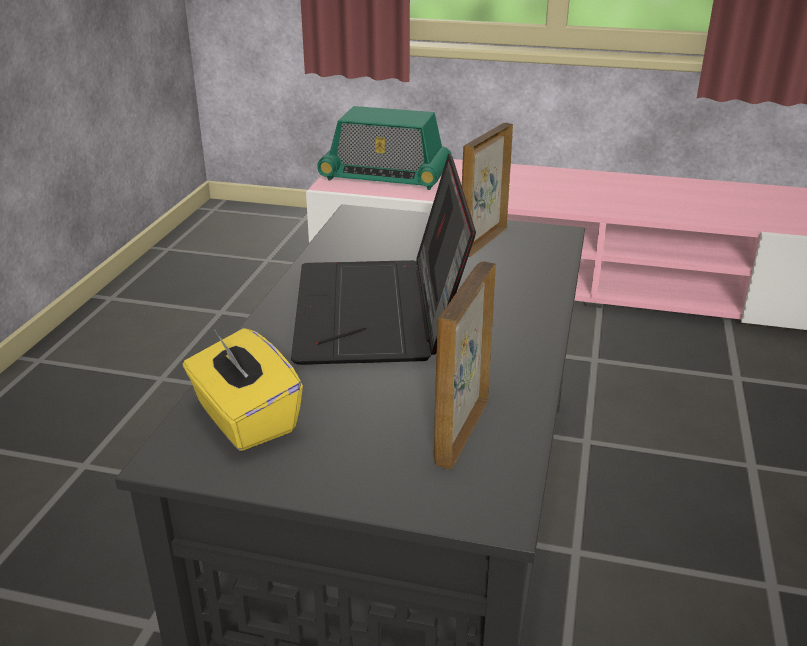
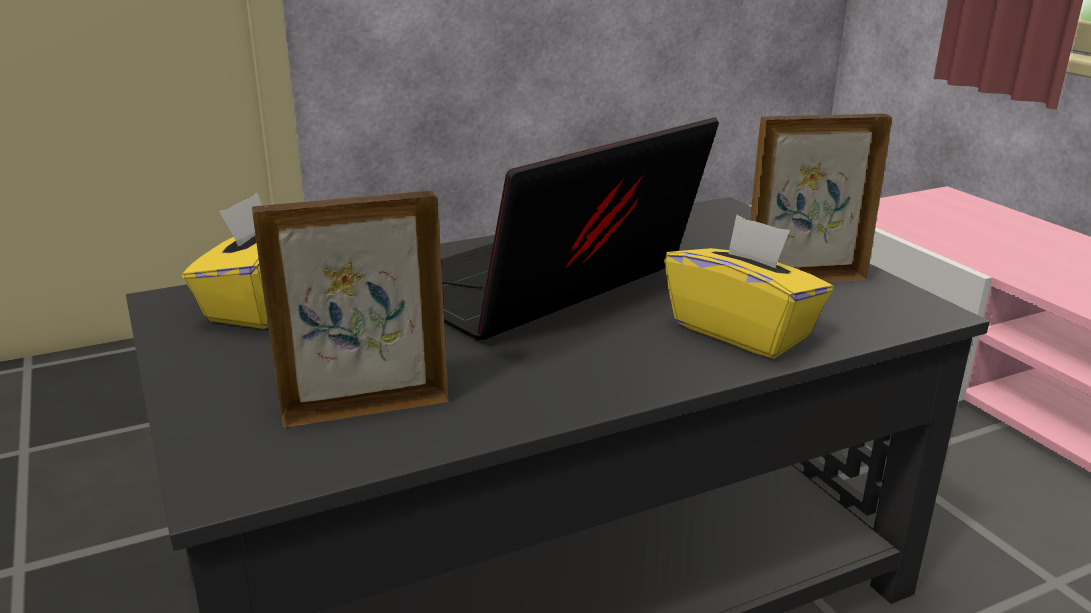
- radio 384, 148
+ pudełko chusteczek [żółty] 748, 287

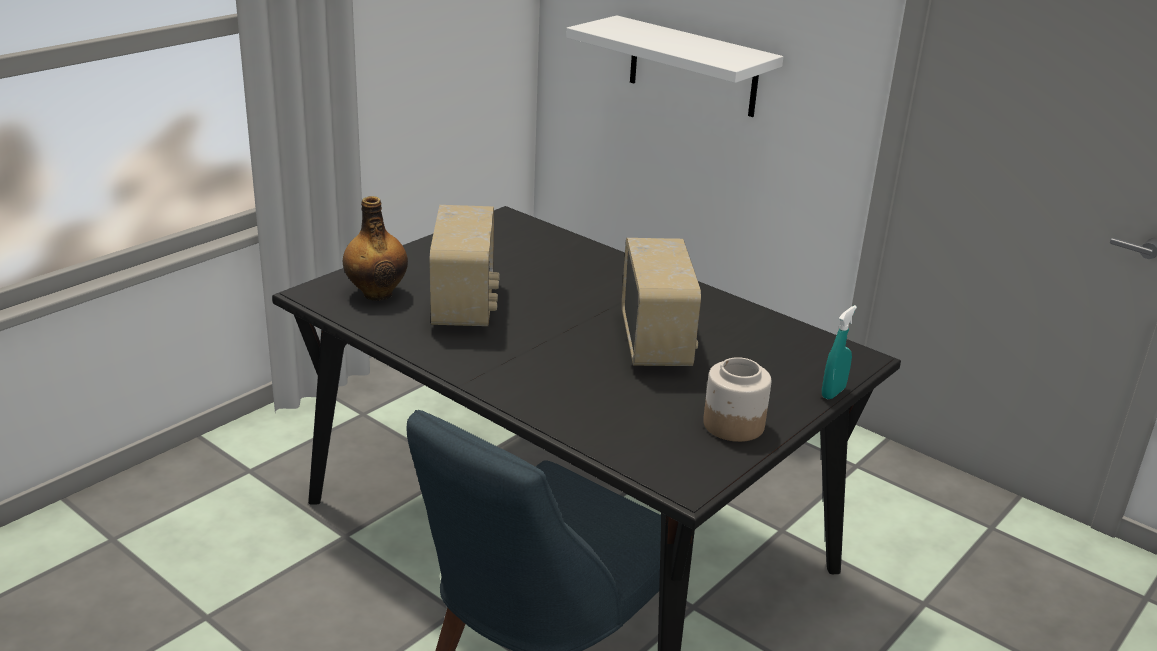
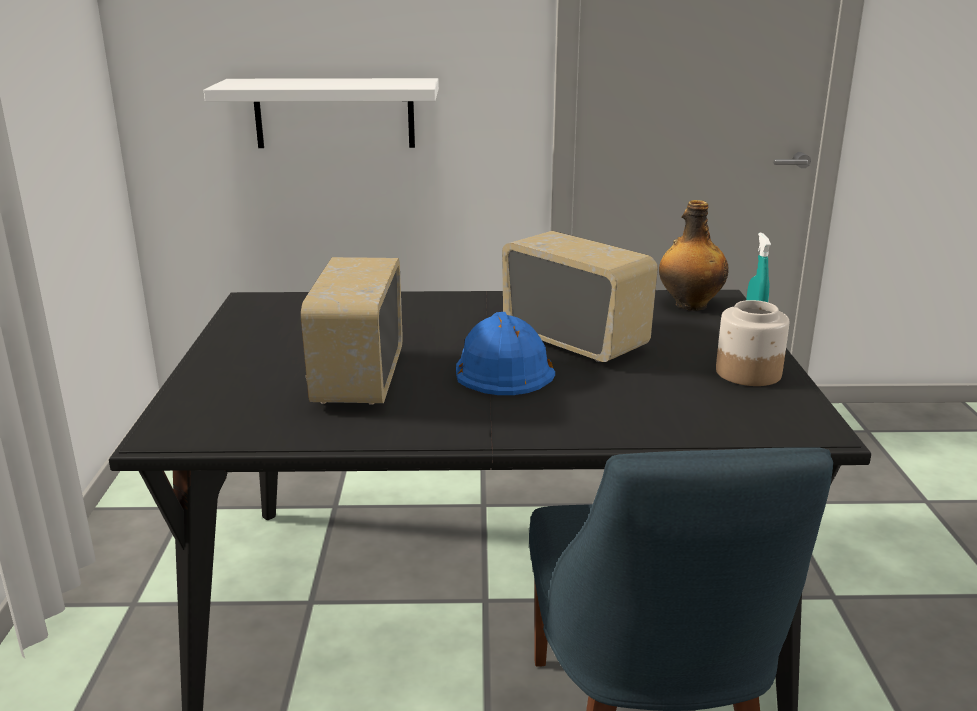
~ butelka 375, 248 to 694, 255
~ radio 464, 265 = 352, 331 135 degrees counterclockwise
+ kask [niebieski] 505, 353

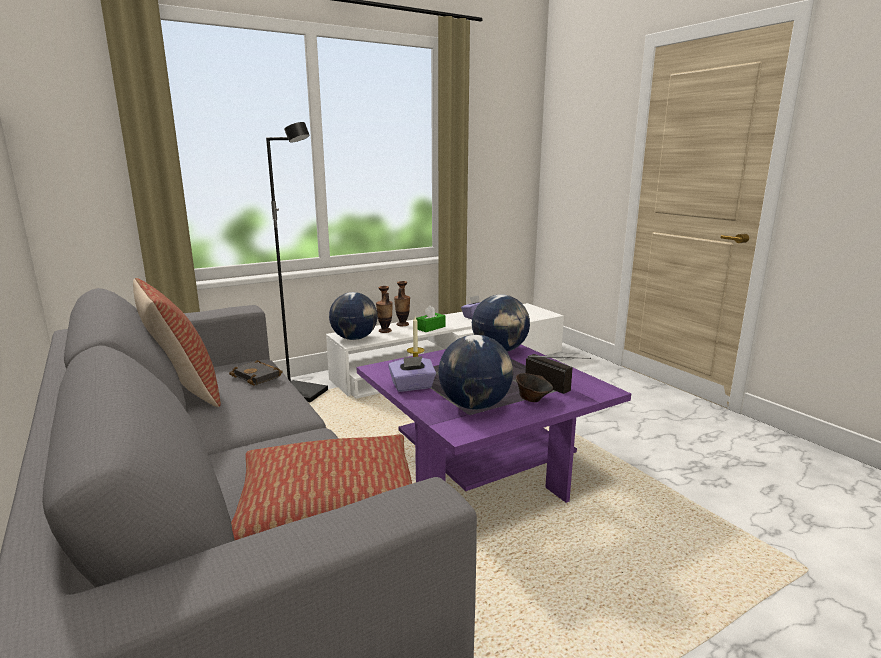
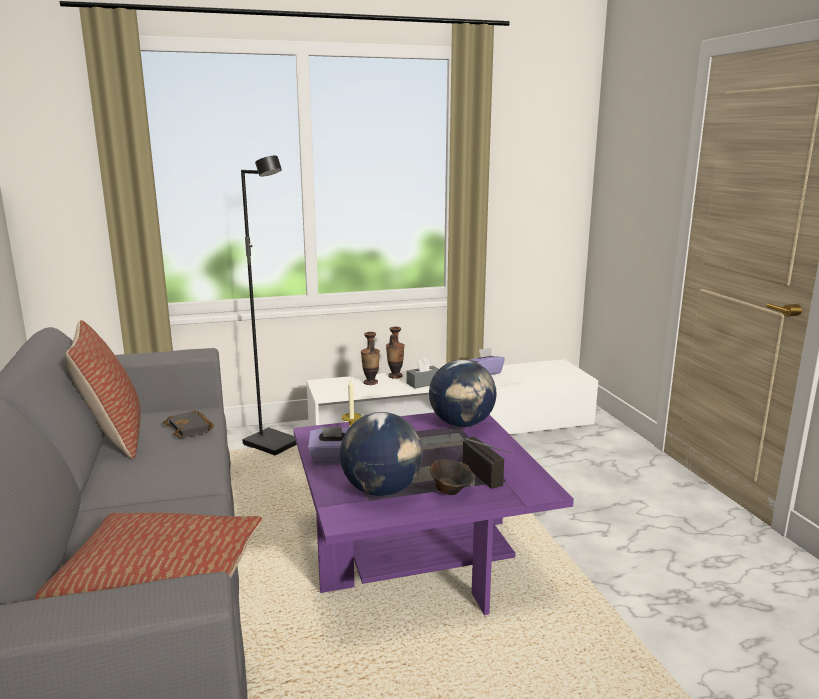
- globus 353, 316
~ pudełko chusteczek [zielony] 431, 318 to pudełko chusteczek [szary] 422, 373

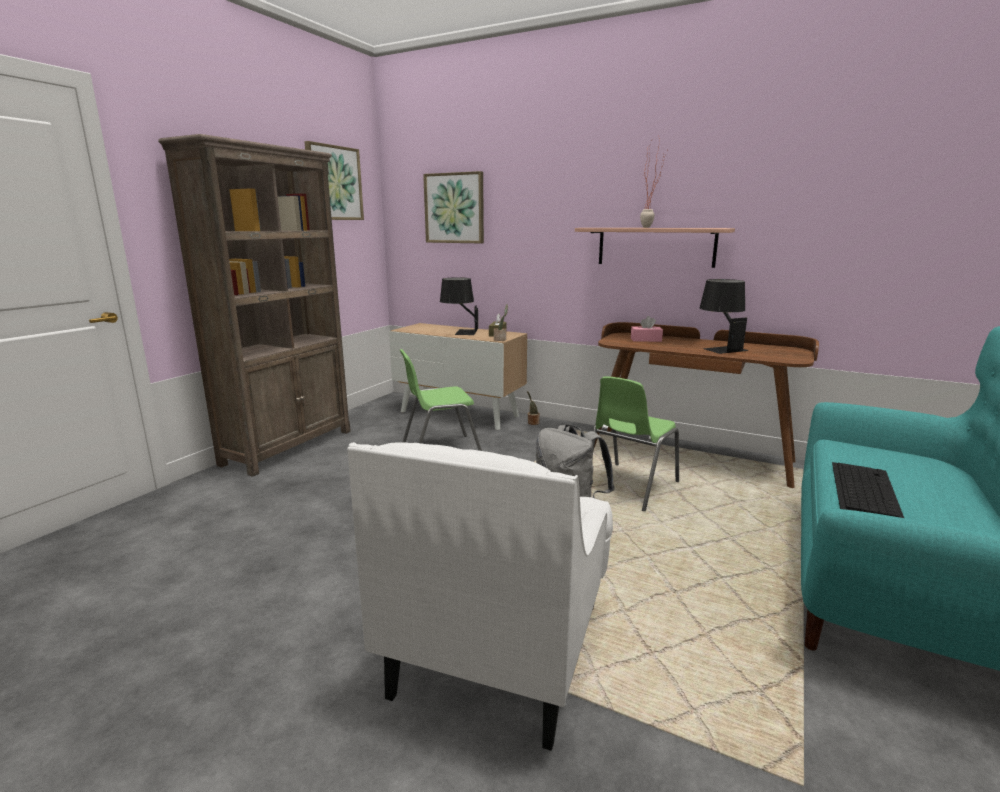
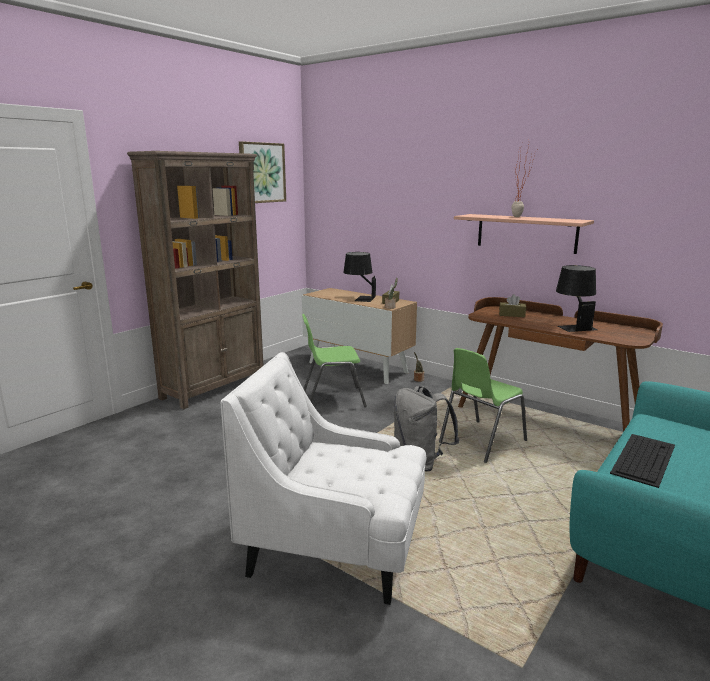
- obraz 453, 207
~ pudełko chusteczek [różowy] 647, 329 to pudełko chusteczek [brązowy] 512, 305
~ fotel [biały] 480, 596 = 323, 478 75 degrees clockwise

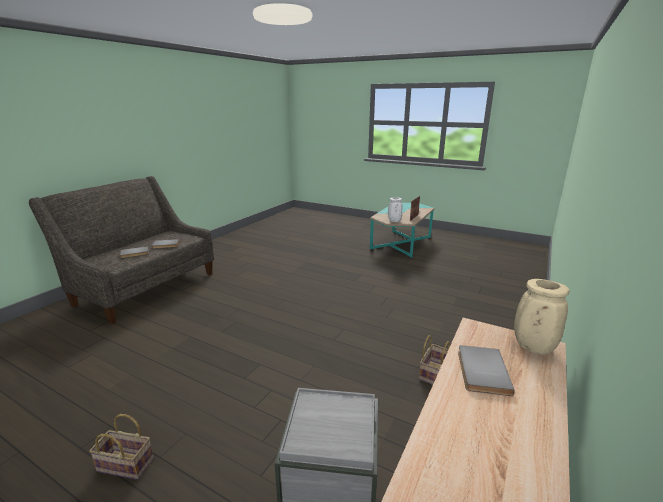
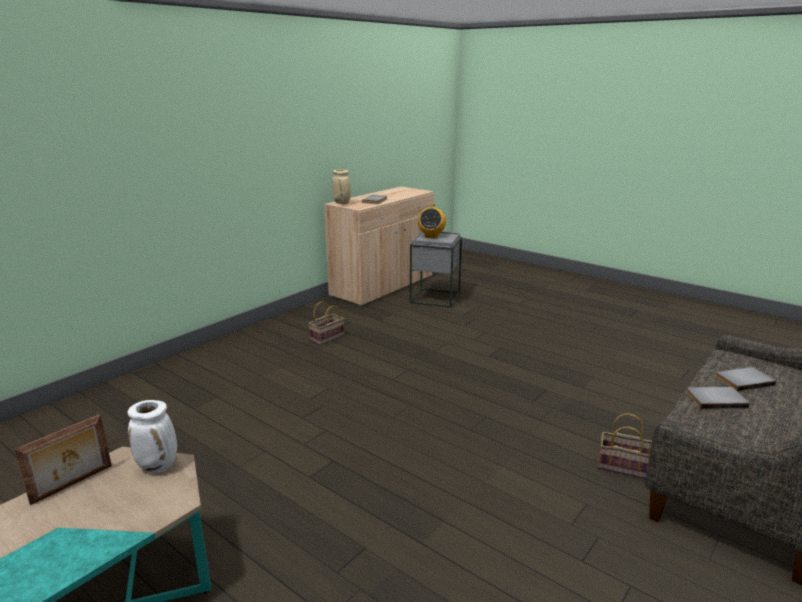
~ koszyk 121, 447 to 625, 446
+ radio 432, 221

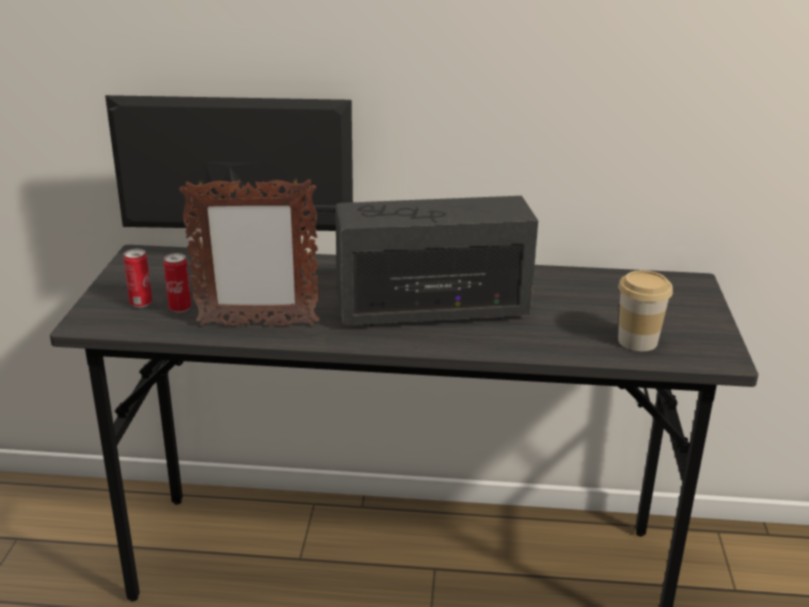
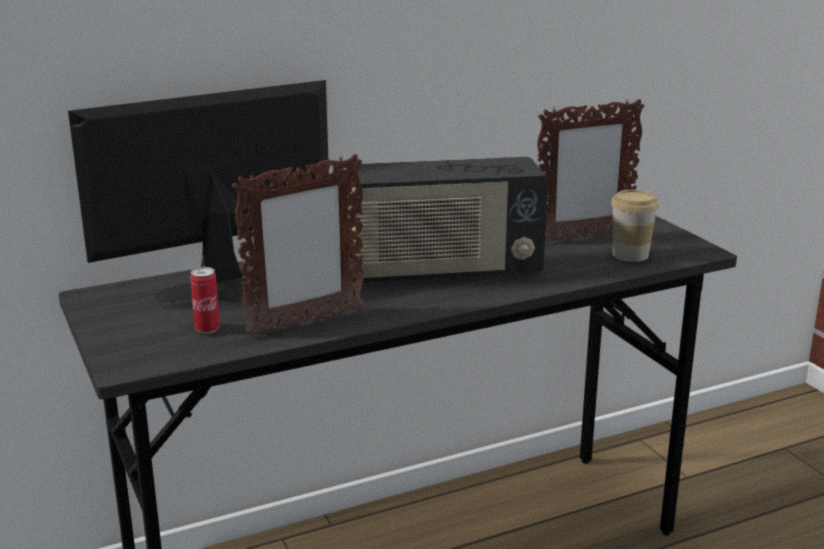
~ radio 436, 261 = 449, 221 150 degrees counterclockwise
- puszka 137, 278
+ ramka na zdjęcie 591, 170

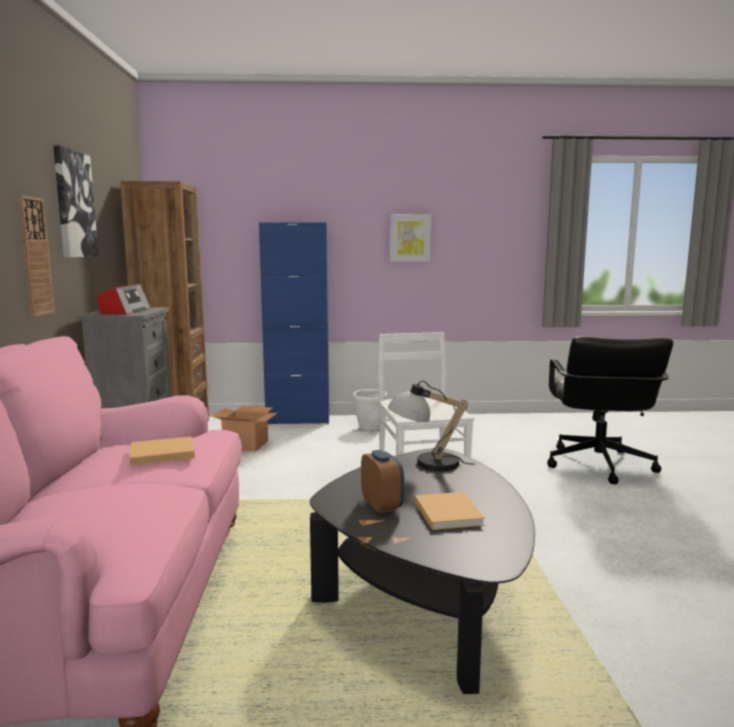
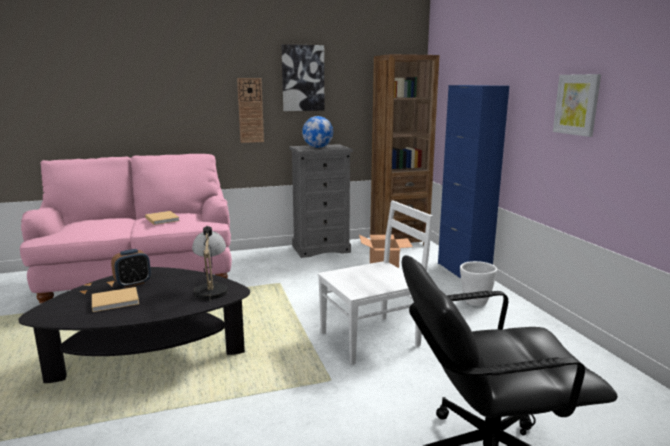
~ radio 124, 299 to globus 317, 132

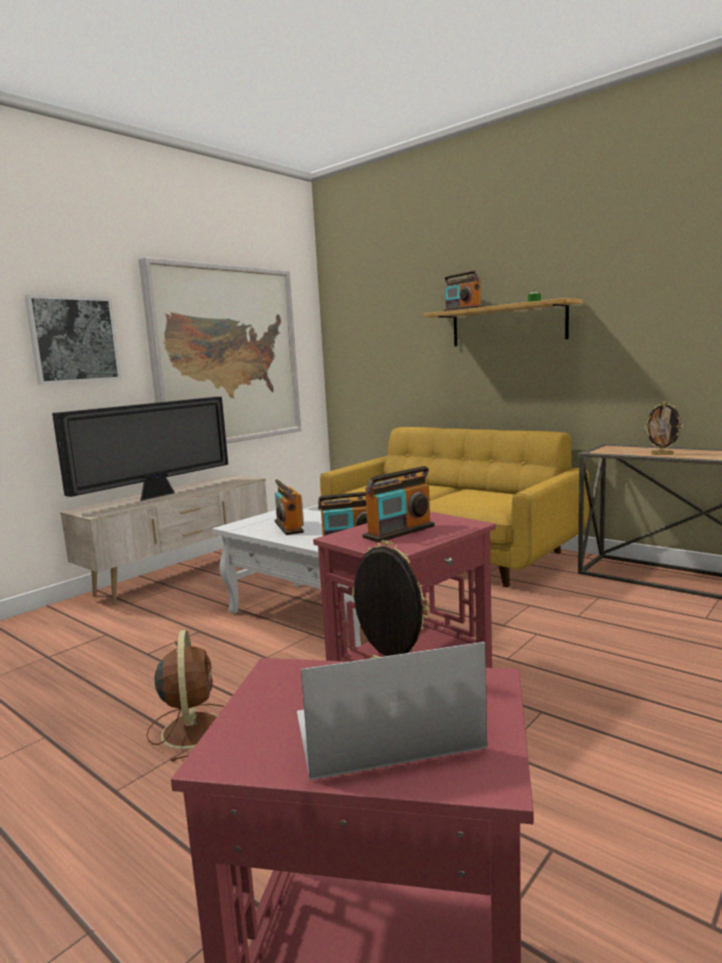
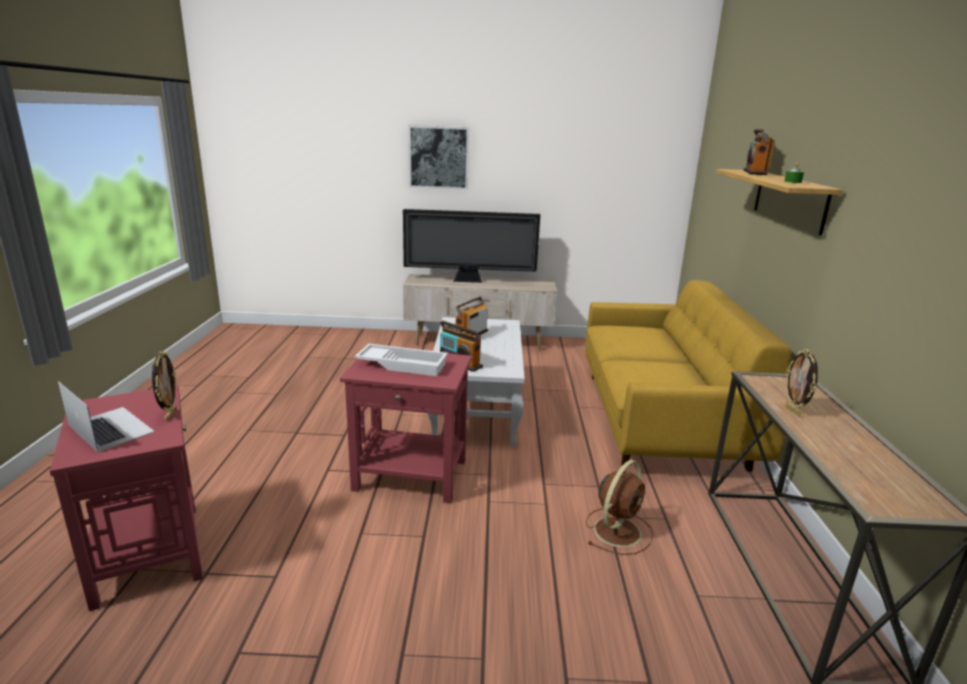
- obraz 219, 350
~ radio 399, 504 to taca [biały] 401, 360
~ wentylator [brązowy] 186, 696 to 619, 507

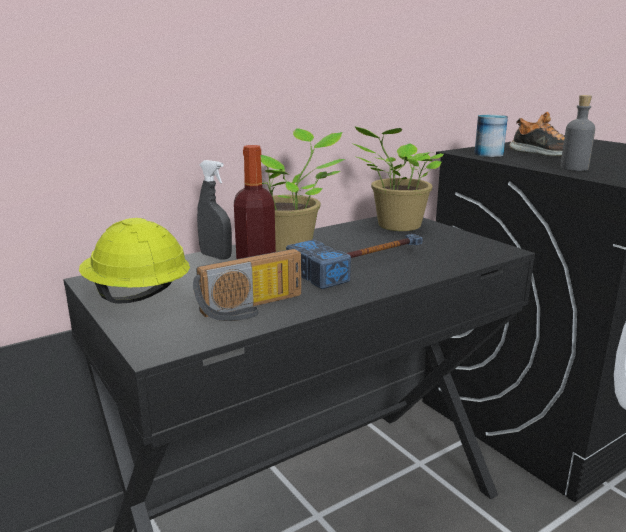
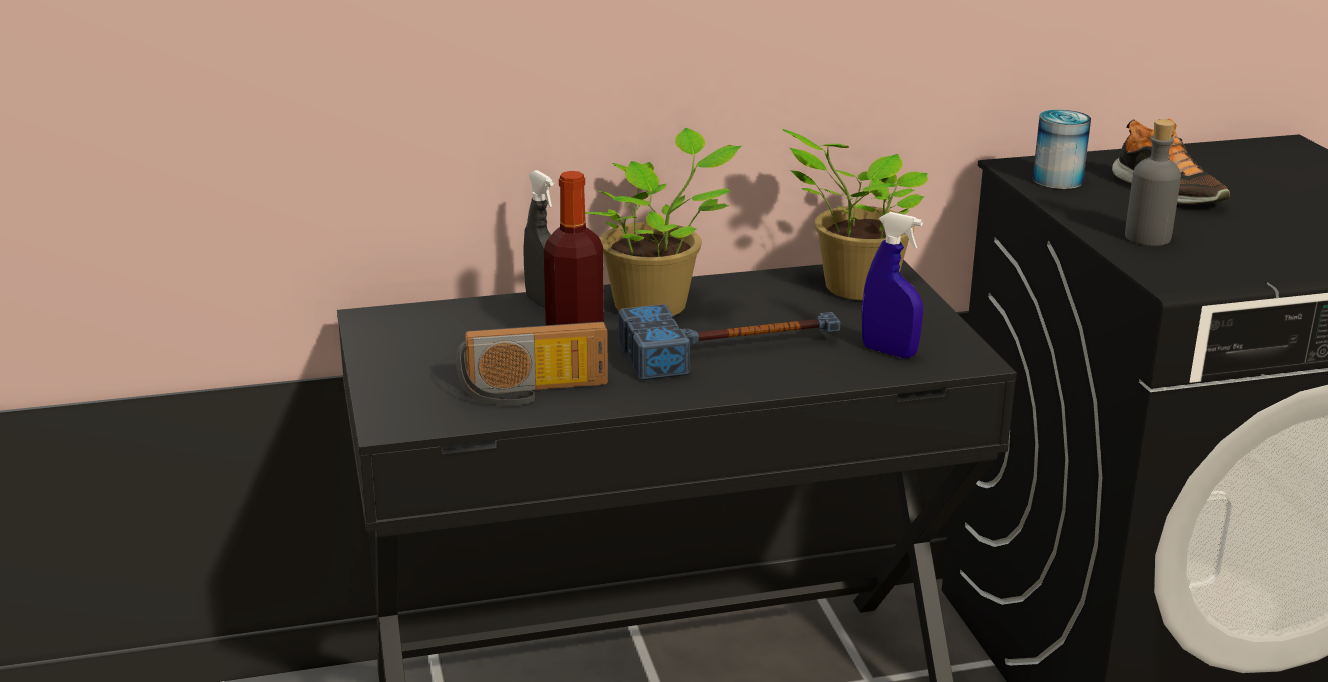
- kask [żółty] 134, 261
+ spryskiwacz [niebieski] 892, 285

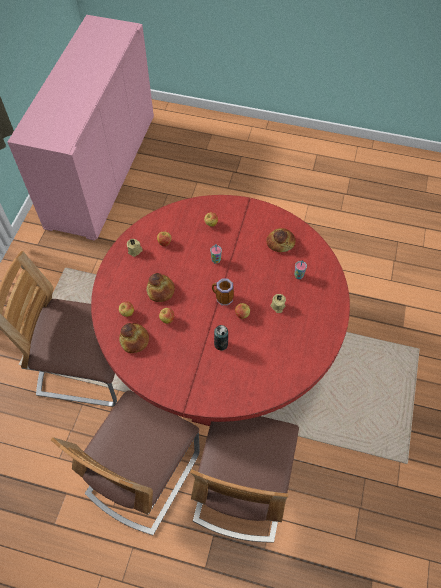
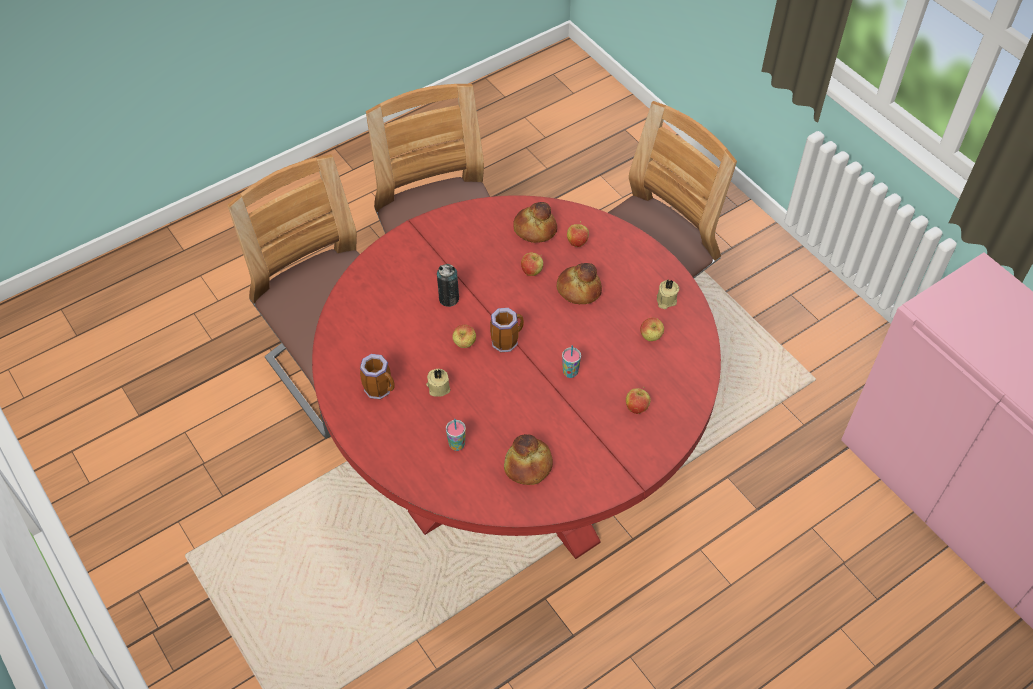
+ kubek 377, 376

